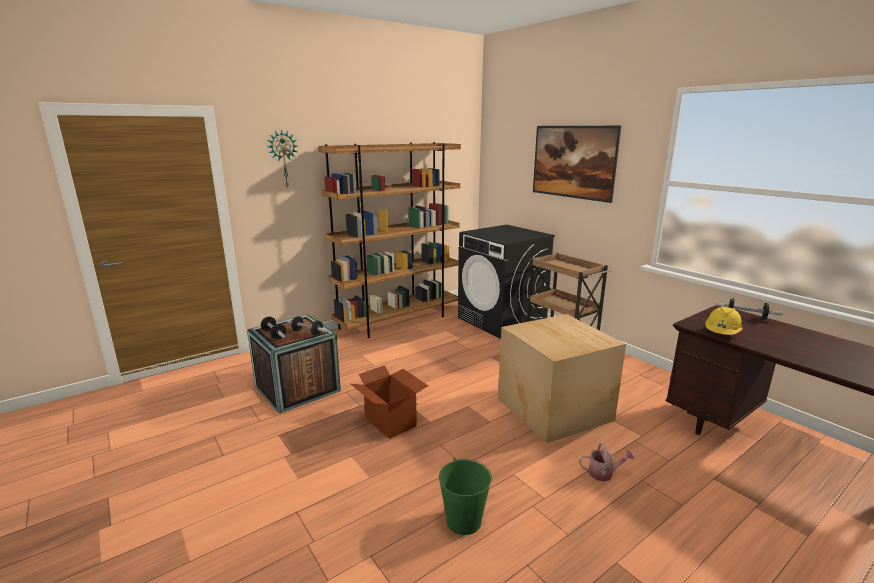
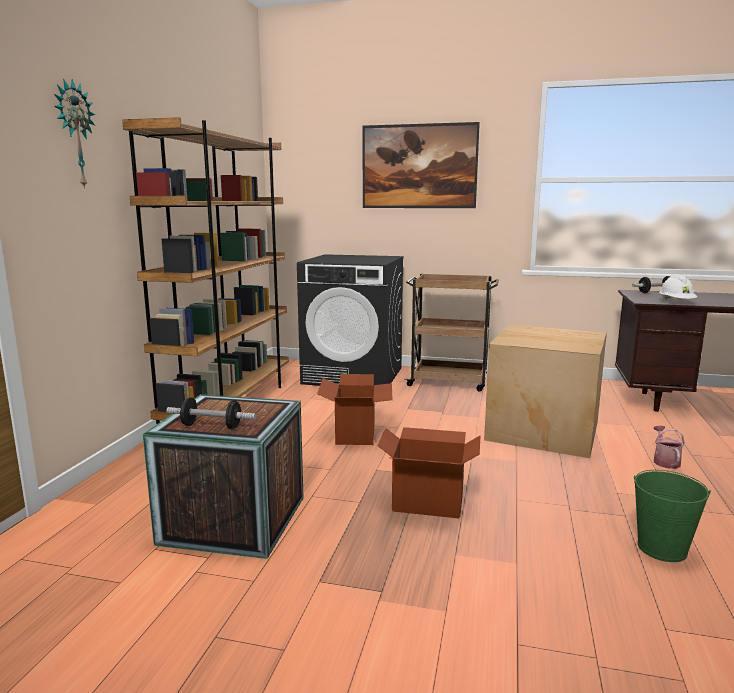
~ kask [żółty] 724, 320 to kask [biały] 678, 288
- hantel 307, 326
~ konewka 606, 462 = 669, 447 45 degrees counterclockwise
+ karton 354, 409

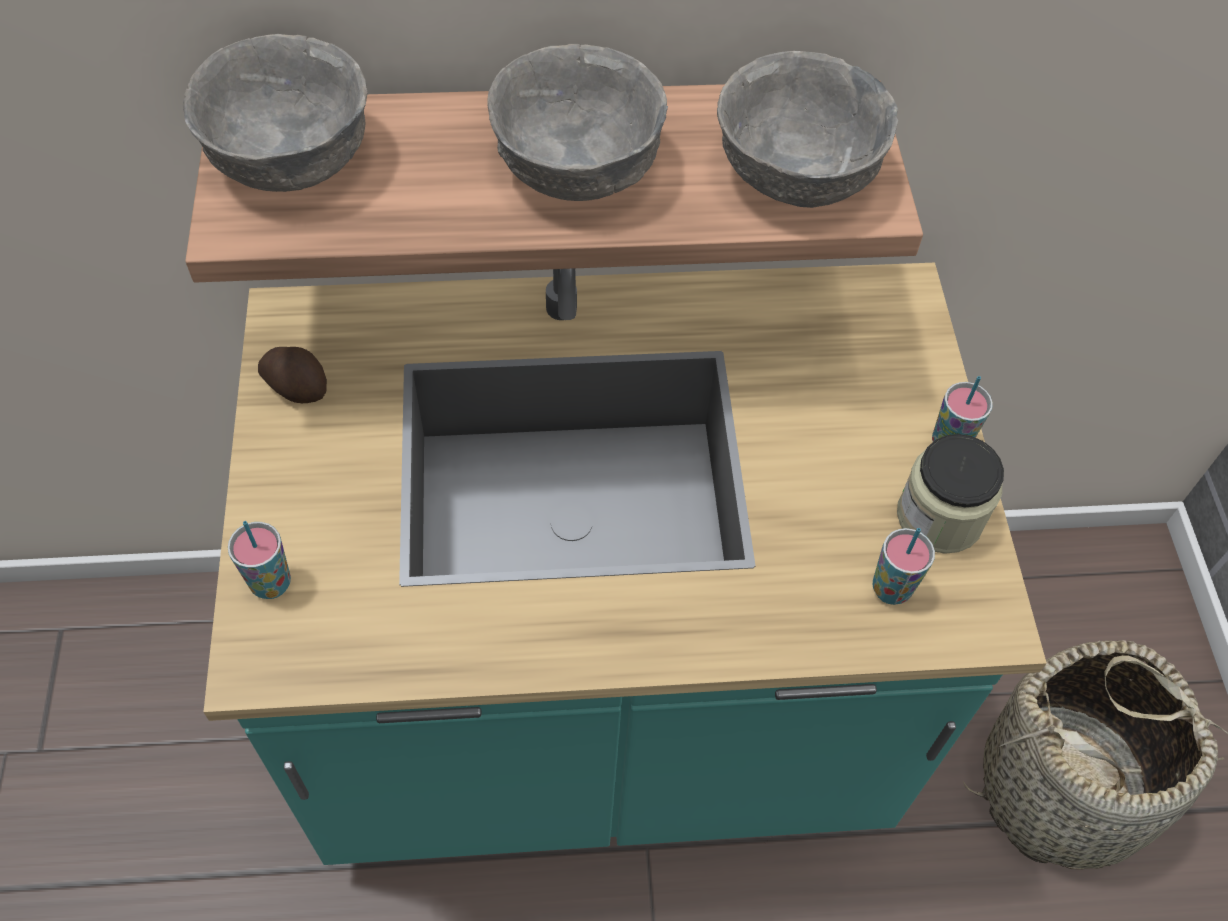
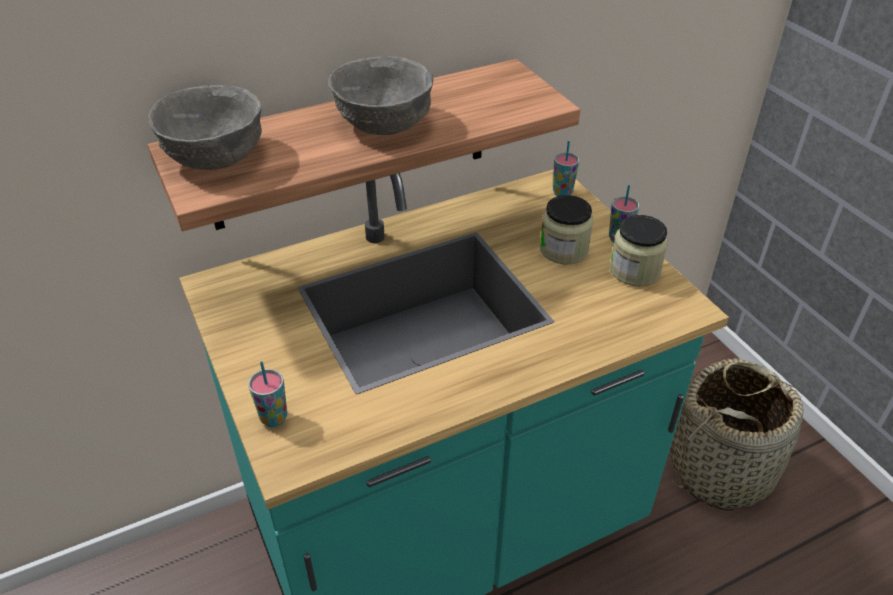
- miska [szary] 807, 129
- ziemniak 292, 375
~ filiżanka 904, 566 to 566, 168
+ słoik 566, 229

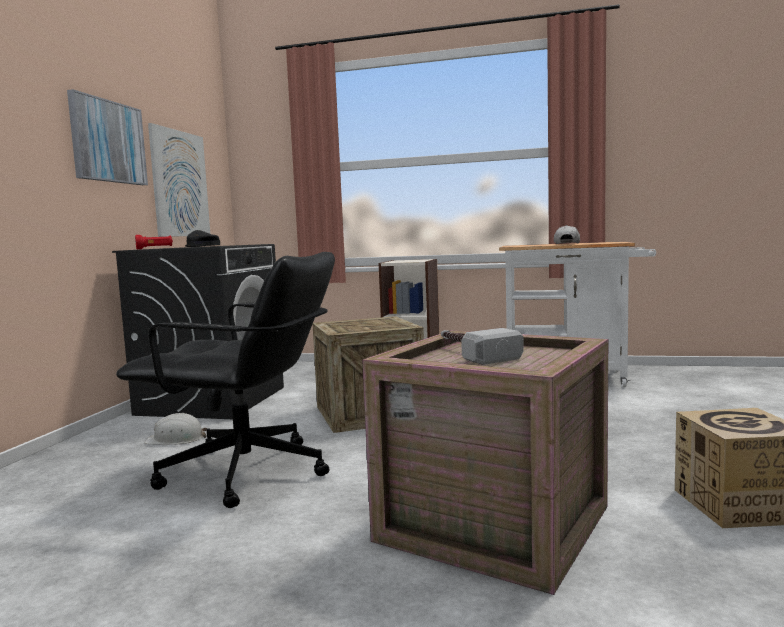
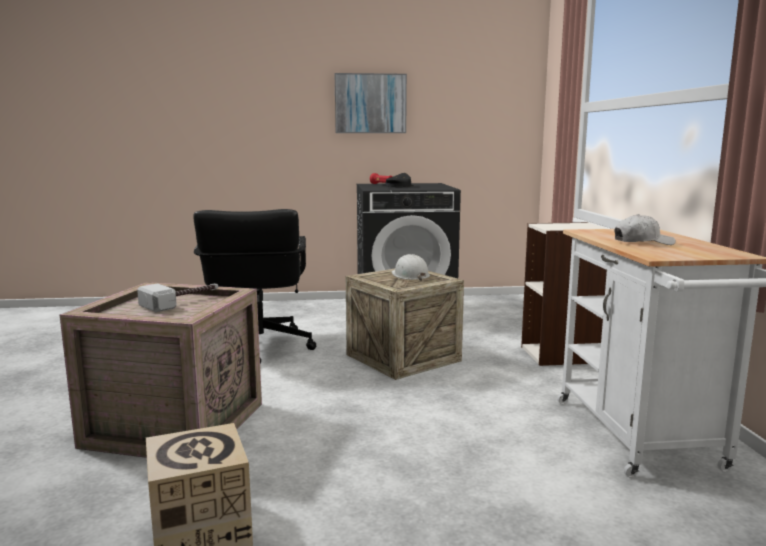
- obraz 179, 180
~ kask [biały] 176, 429 to 410, 267

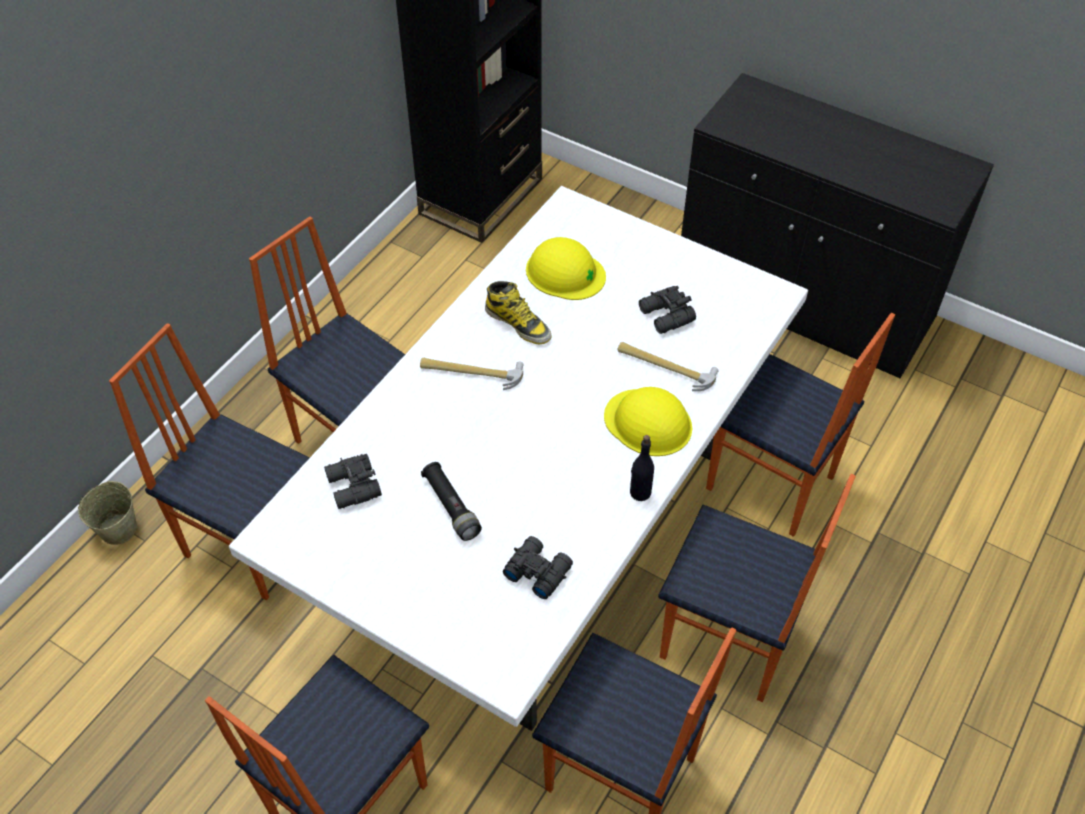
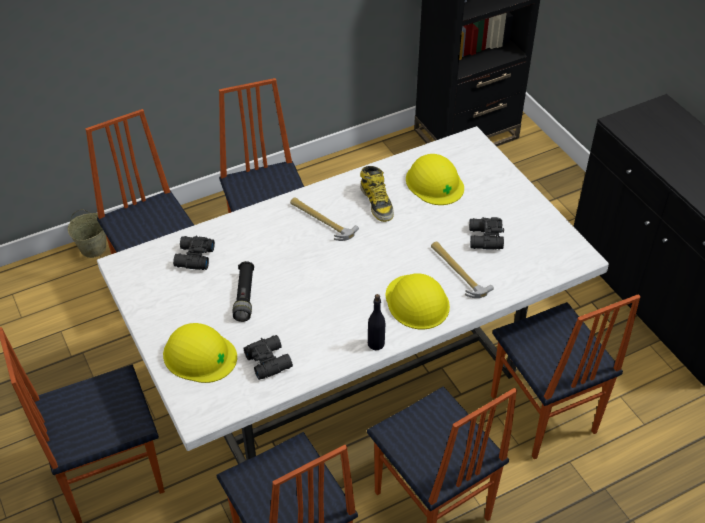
+ kask [żółty] 200, 353

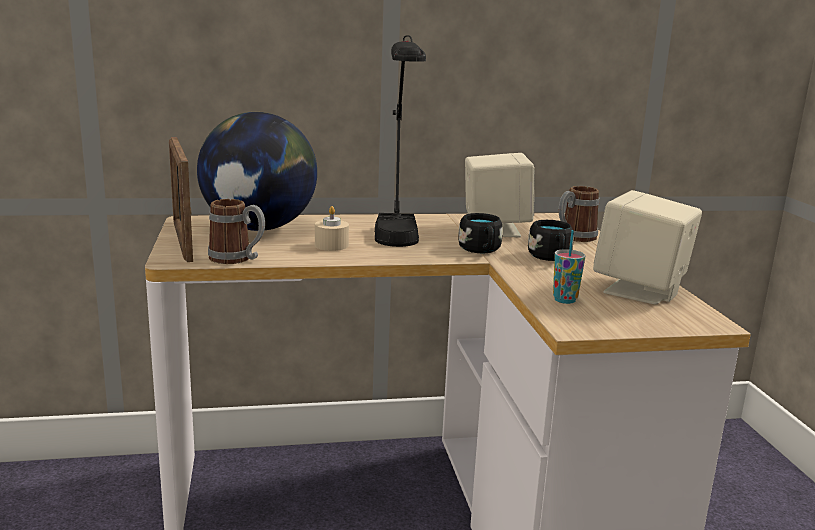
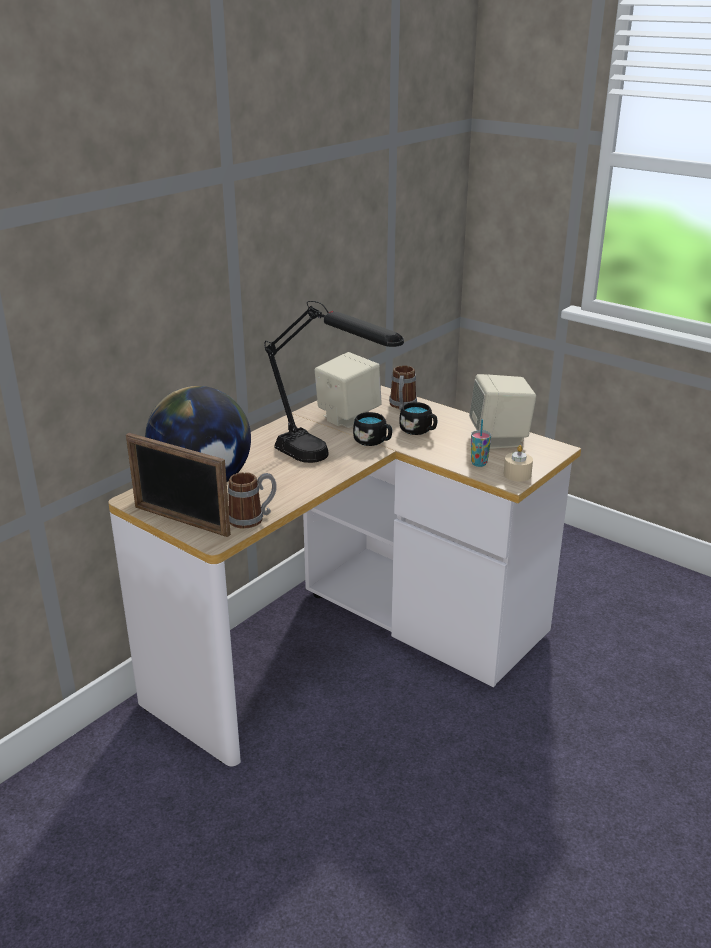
~ świeca [beżowy] 332, 228 to 518, 463

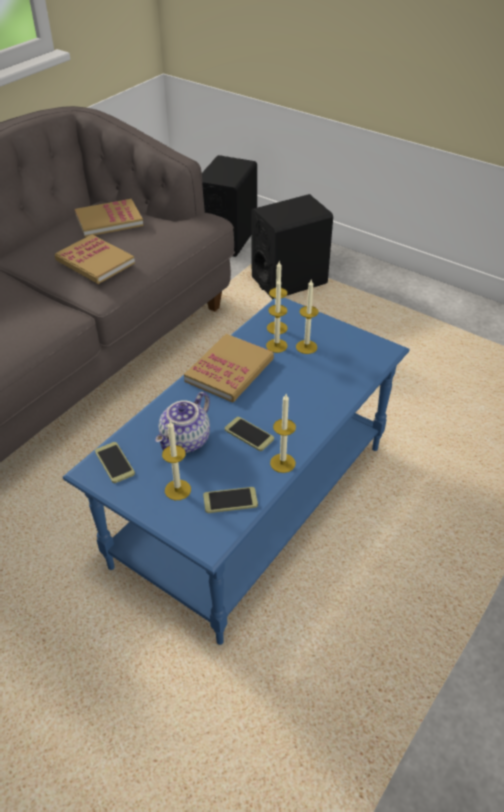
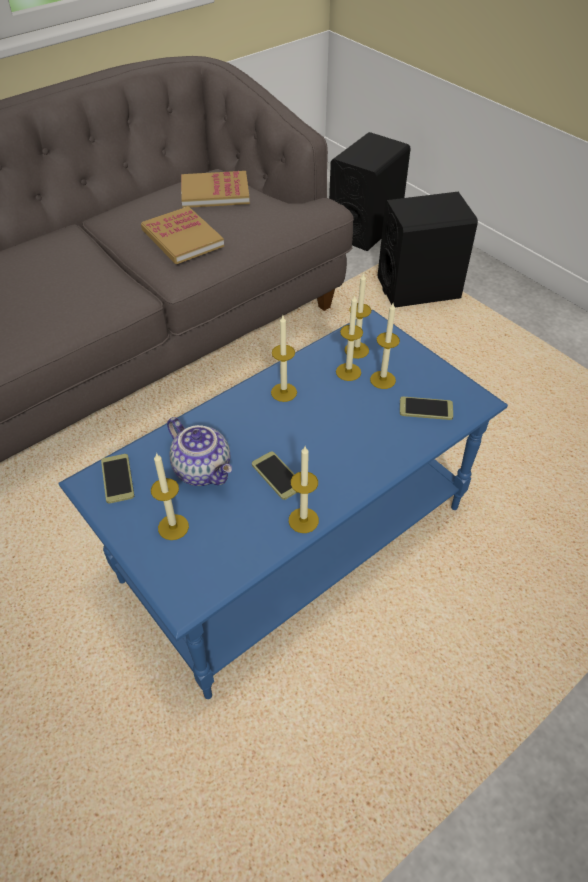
~ książka 229, 368 to świeca 284, 359
~ imbryk 182, 422 = 199, 451 90 degrees counterclockwise
~ telefon 230, 500 to 426, 408

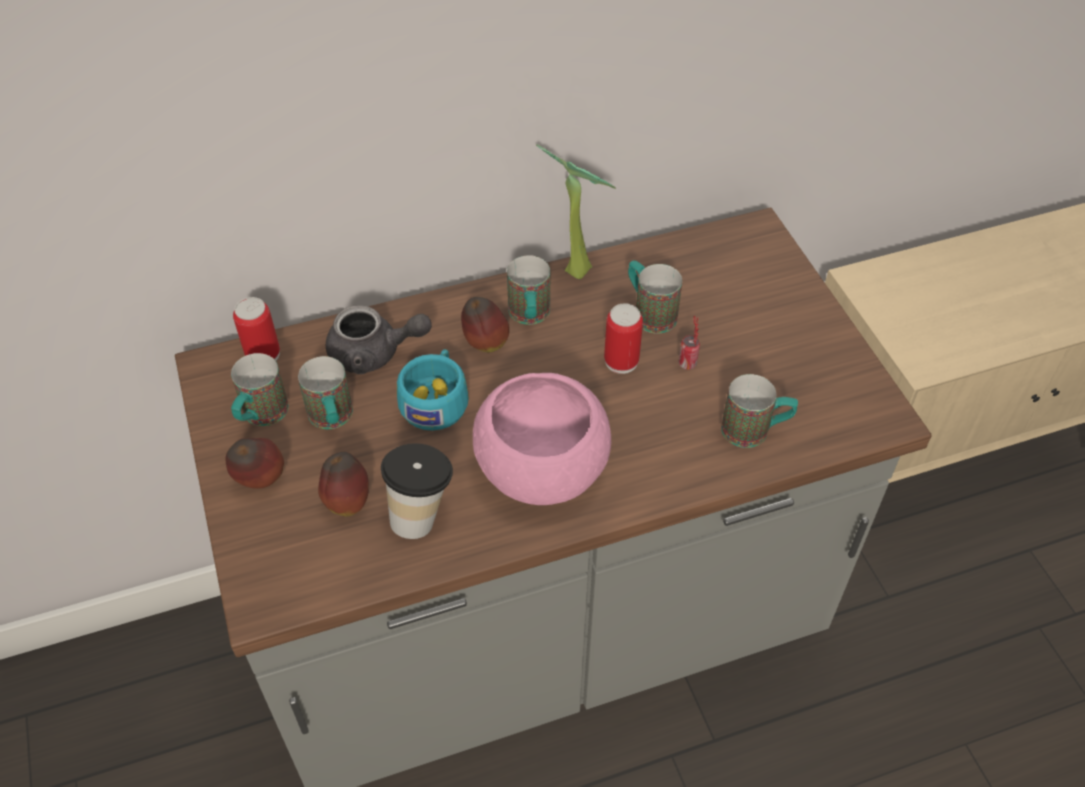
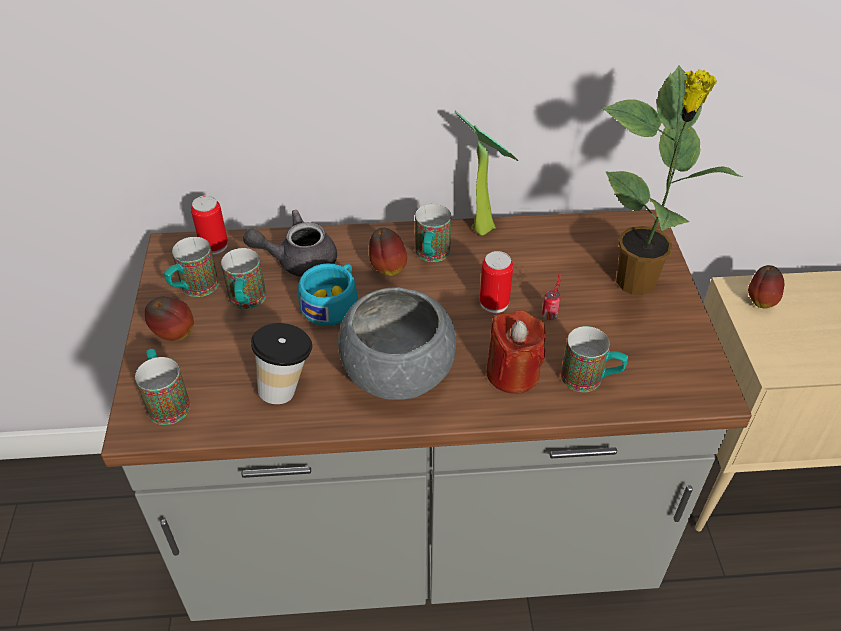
~ kubek 655, 297 to 162, 387
~ imbryk [szary] 379, 339 = 290, 243 150 degrees clockwise
~ miska [różowy] 542, 439 to miska [szary] 397, 343
~ jabłko 343, 484 to 766, 287
+ roślina doniczkowa 672, 180
+ świeca [czerwony] 516, 352

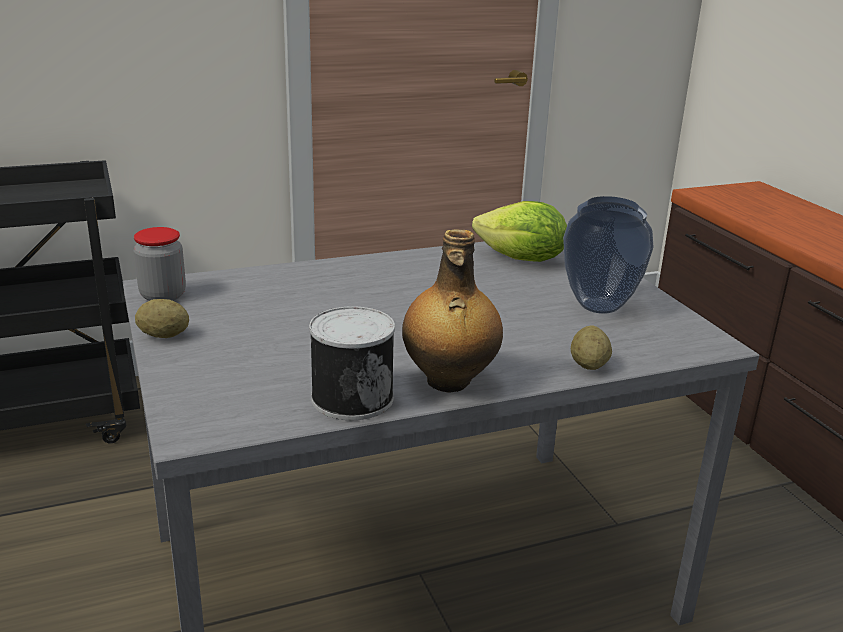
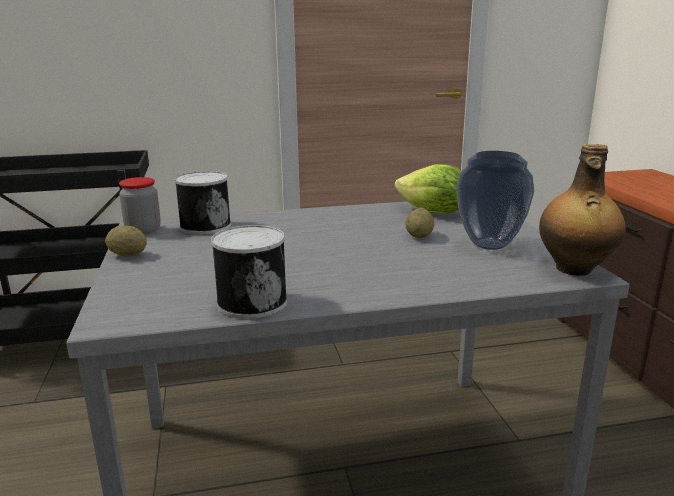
~ butelka 452, 310 to 582, 210
~ ziemniak 591, 348 to 419, 223
+ puszka 203, 203

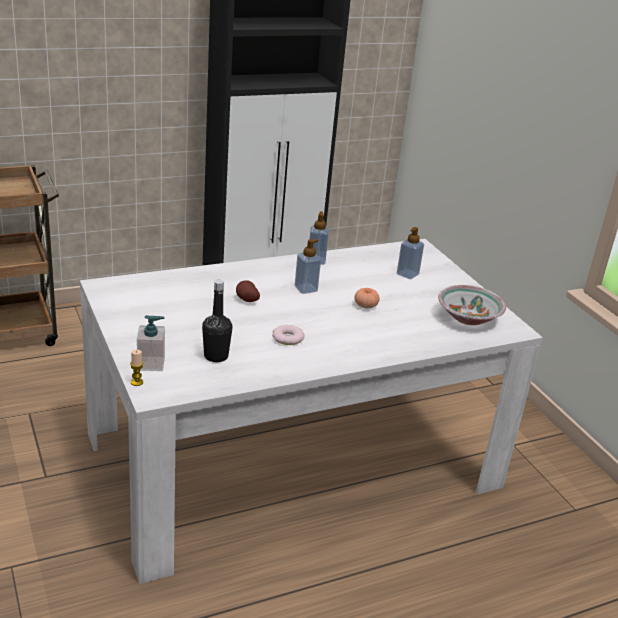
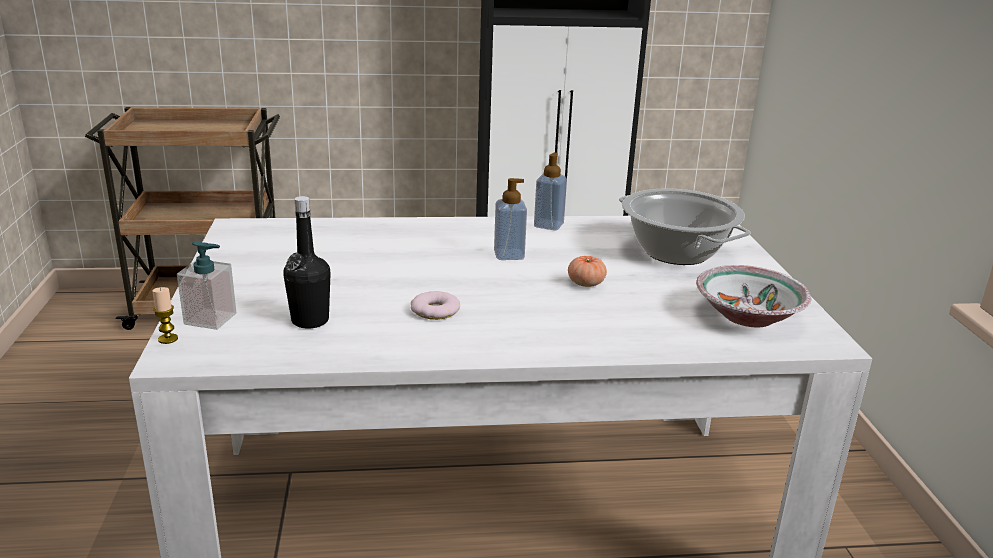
~ dozownik mydła 410, 253 to garnek 685, 227
- ziemniak 248, 291

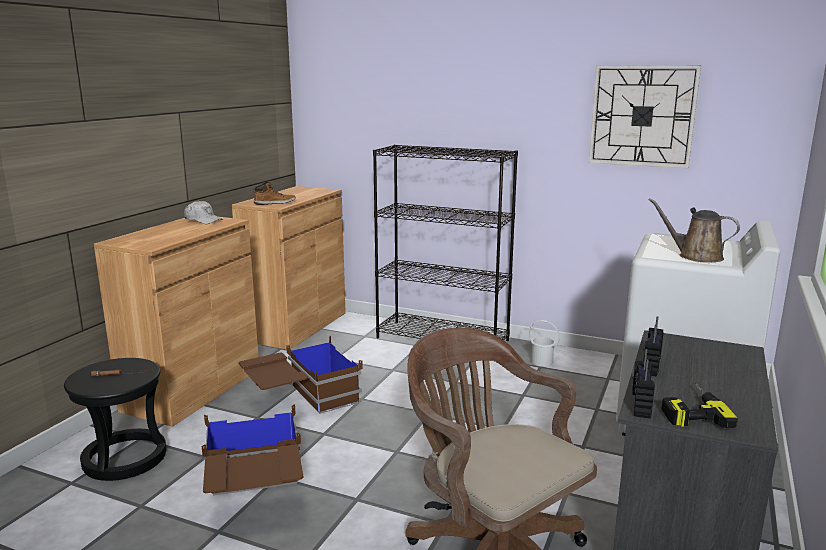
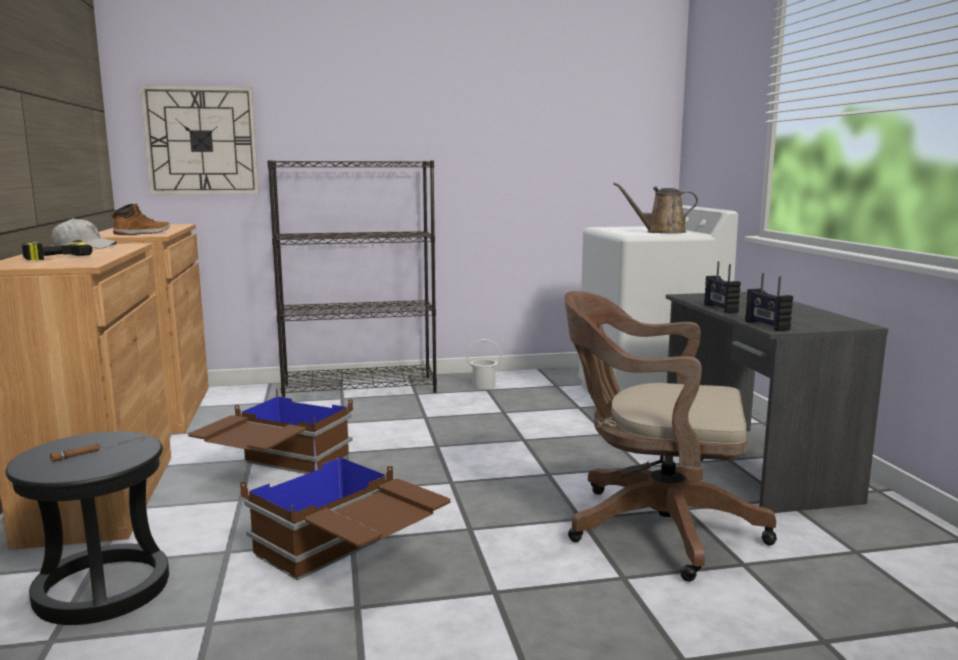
~ zegar ścienny 645, 116 to 199, 140
~ wiertarka 699, 405 to 57, 250

